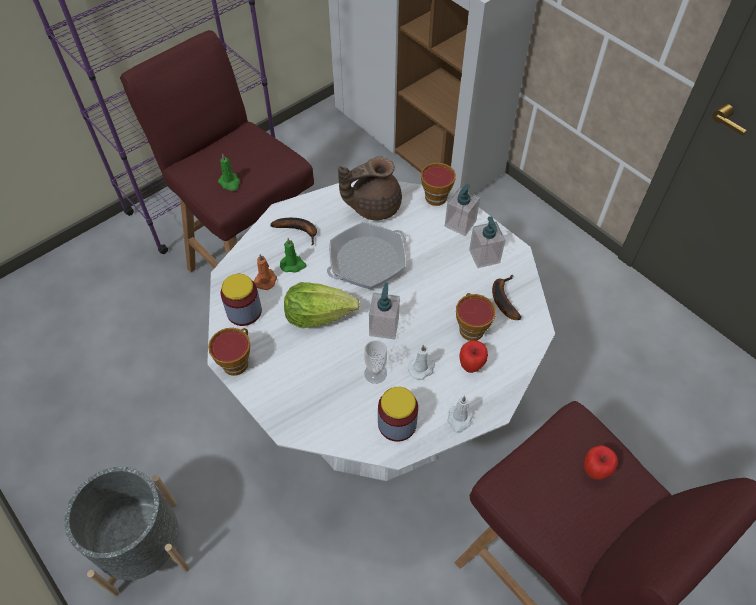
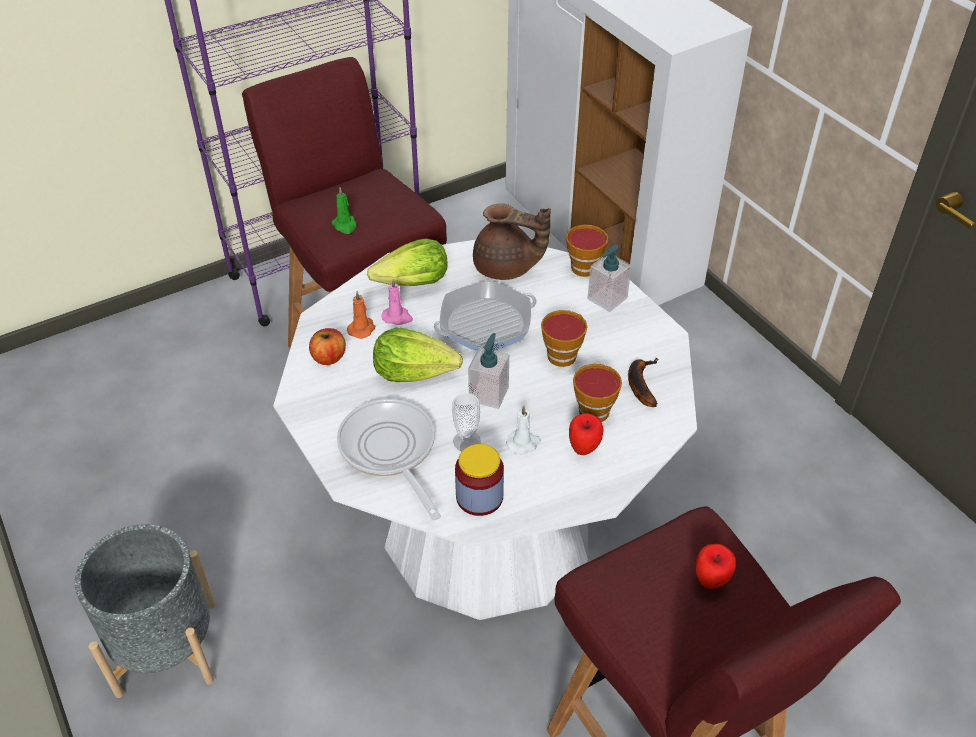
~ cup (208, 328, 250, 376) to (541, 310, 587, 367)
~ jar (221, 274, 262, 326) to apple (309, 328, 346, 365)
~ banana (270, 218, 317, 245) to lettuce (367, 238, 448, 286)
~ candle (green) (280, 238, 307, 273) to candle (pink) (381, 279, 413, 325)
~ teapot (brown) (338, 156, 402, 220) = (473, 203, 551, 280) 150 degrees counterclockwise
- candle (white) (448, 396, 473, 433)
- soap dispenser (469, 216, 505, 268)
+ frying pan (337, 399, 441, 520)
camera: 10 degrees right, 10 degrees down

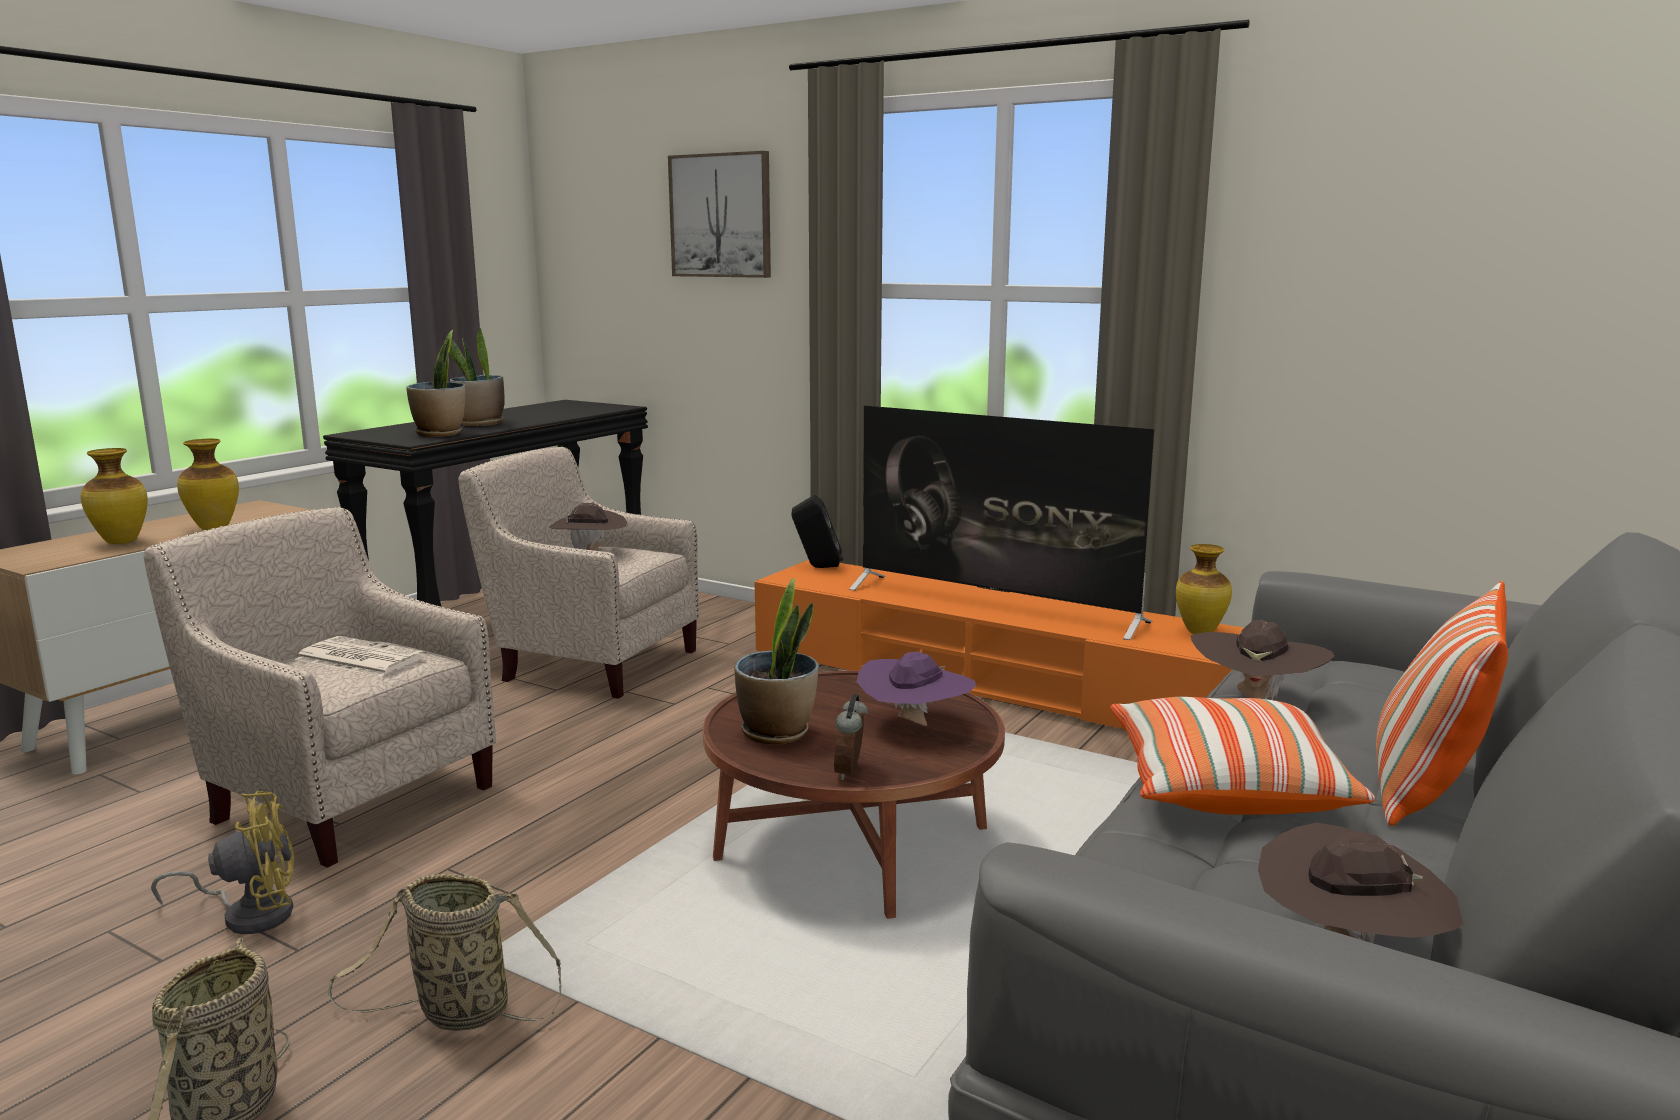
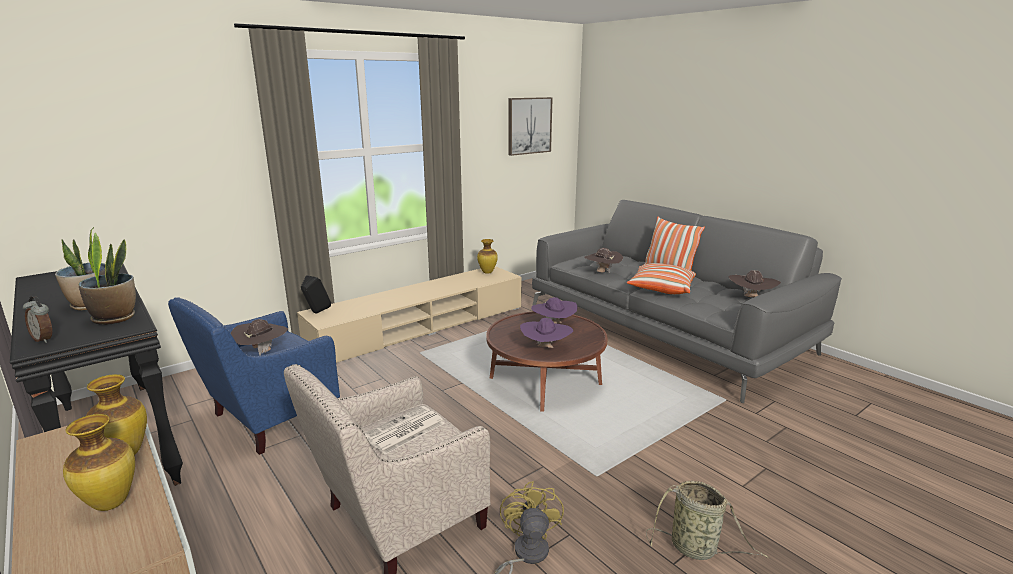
- basket (328, 874, 561, 1031)
~ armchair (beige) (459, 446, 699, 699) to armchair (blue) (168, 297, 340, 455)
~ picture (668, 151, 771, 278) to (508, 97, 553, 156)
~ potted plant (734, 578, 818, 745) to hat (purple) (520, 318, 573, 348)
~ tv stand (orange) (755, 560, 1244, 730) to tv stand (beige) (297, 266, 522, 363)
~ alarm clock (834, 694, 868, 780) to (23, 296, 52, 343)
- television (849, 405, 1154, 640)
camera: 70 degrees left, 5 degrees up

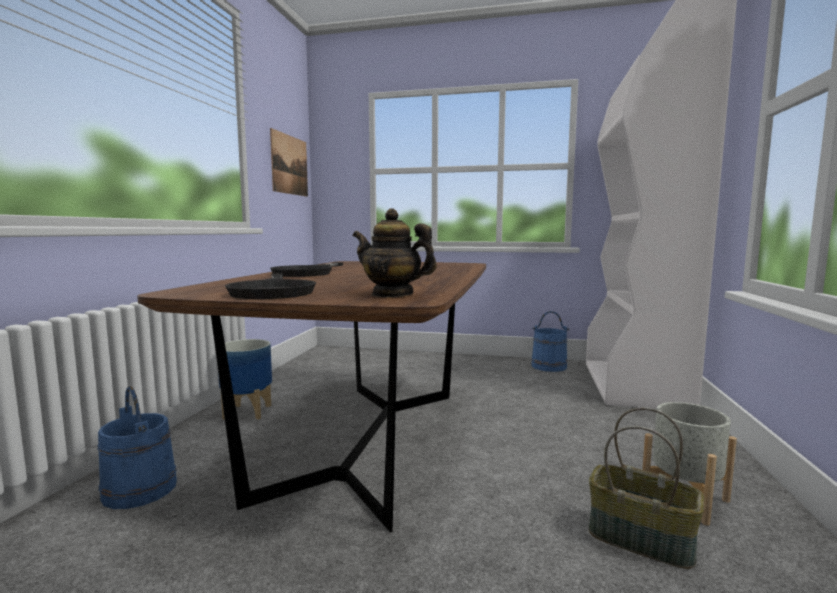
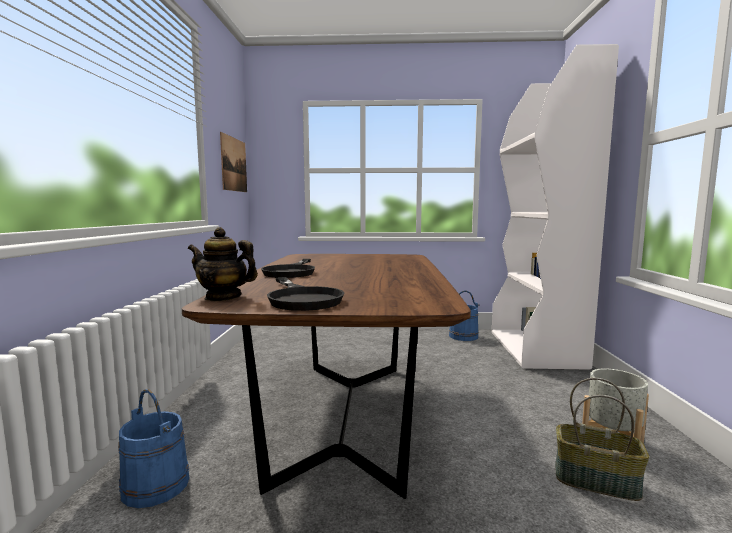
- planter (218, 339, 272, 420)
~ teapot (353, 209, 437, 298) to (188, 227, 258, 301)
camera: 10 degrees left, 0 degrees up

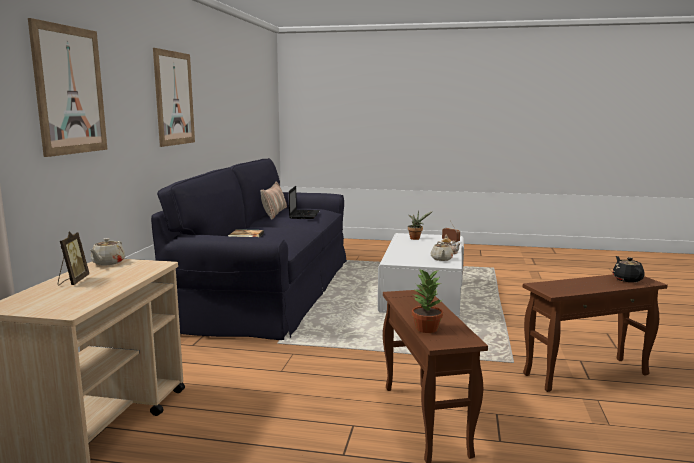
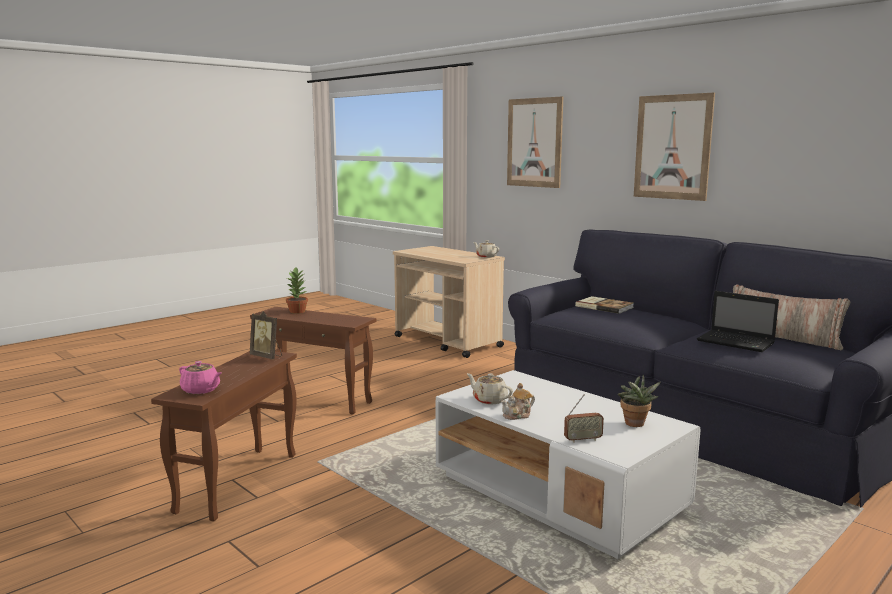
~ picture frame (58, 232, 89, 286) to (250, 311, 282, 359)
~ teapot (black) (612, 256, 645, 282) to teapot (pink) (179, 361, 221, 394)
camera: 125 degrees right, 0 degrees up

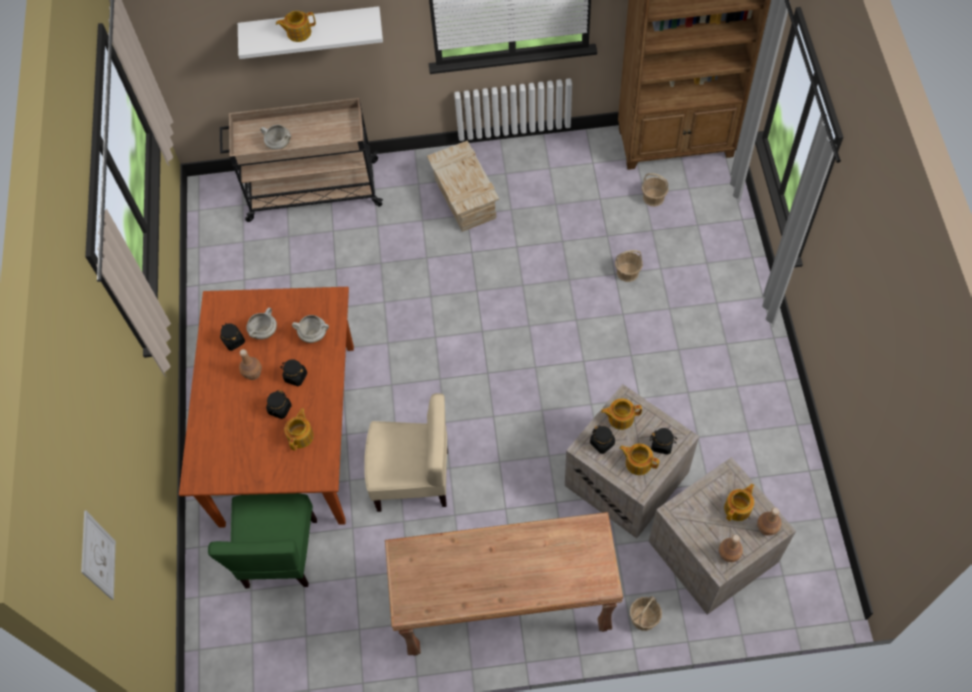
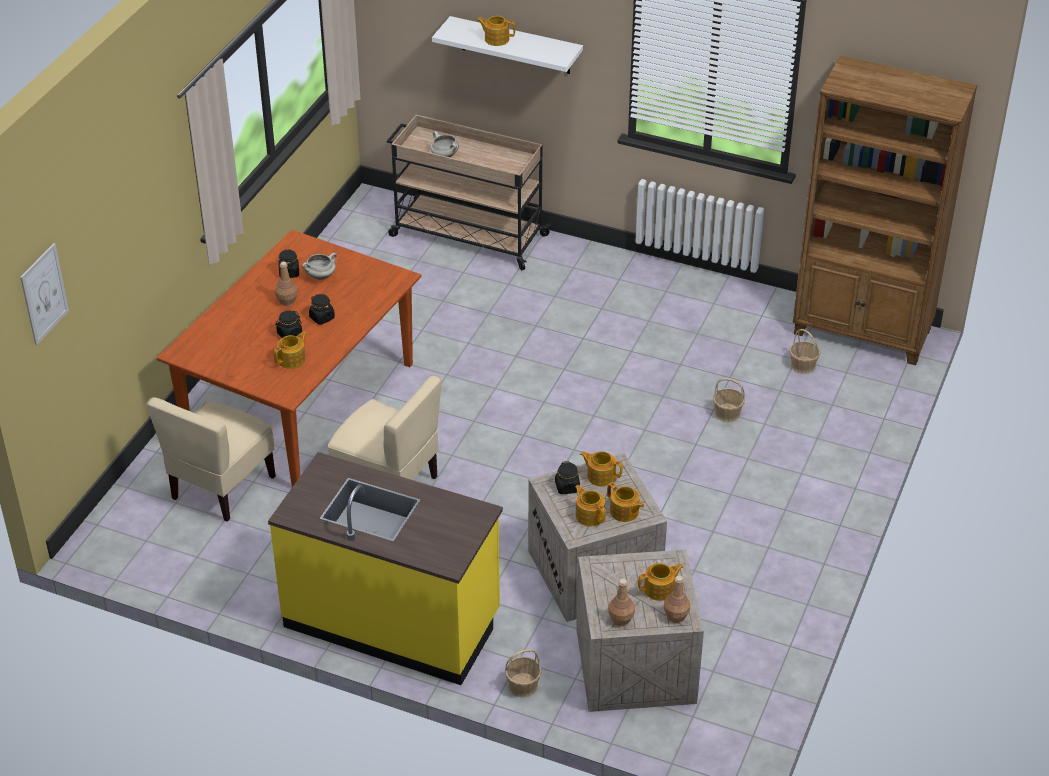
~ chair (green) (208, 493, 317, 588) to chair (beige) (146, 397, 276, 522)
- cooking pot (white) (292, 315, 329, 343)
~ console table (brown) (385, 512, 623, 656) to counter (yellow) (268, 452, 503, 685)
- crate (427, 141, 499, 232)
~ jar (black) (650, 428, 677, 455) to teapot (607, 482, 644, 522)
camera: 25 degrees right, 20 degrees down

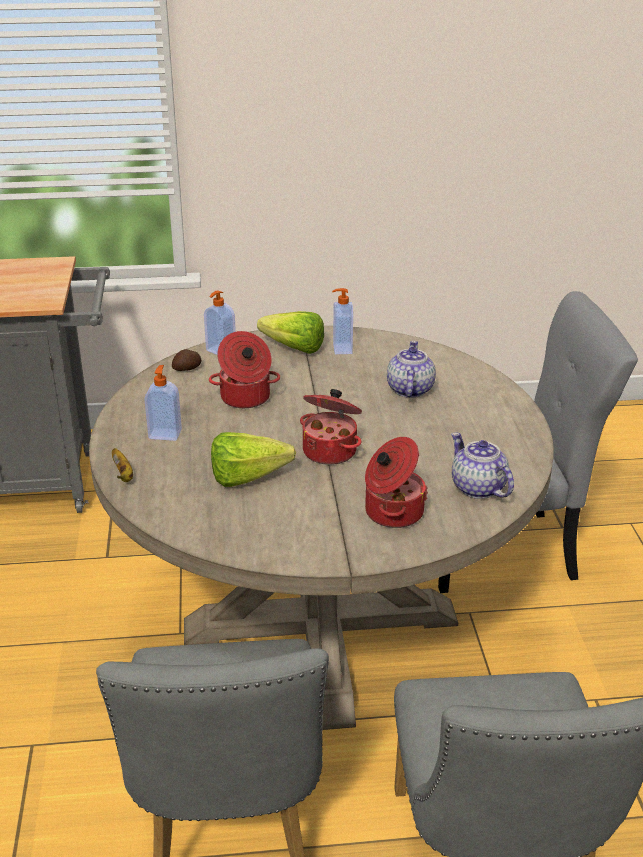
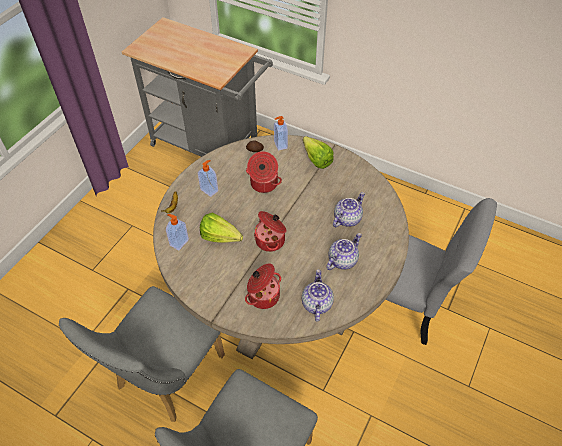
~ soap dispenser (332, 288, 353, 354) to (166, 214, 189, 250)
+ teapot (326, 233, 362, 270)
camera: 35 degrees right, 20 degrees up

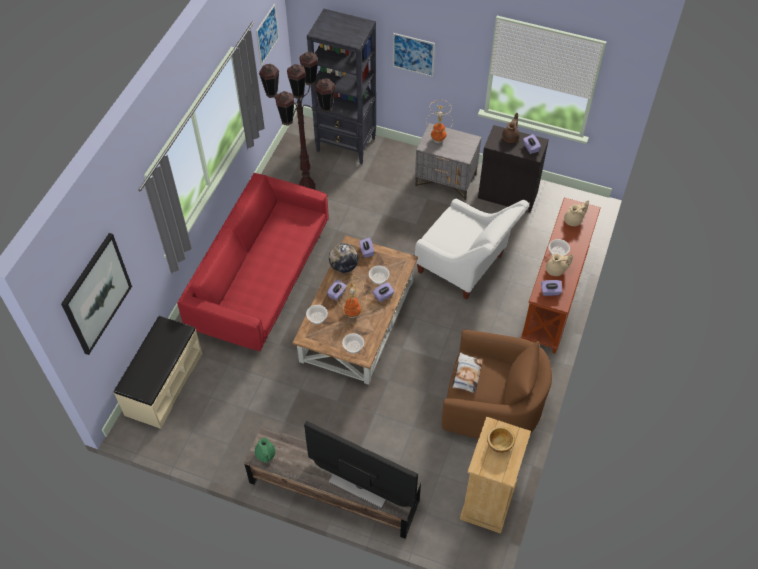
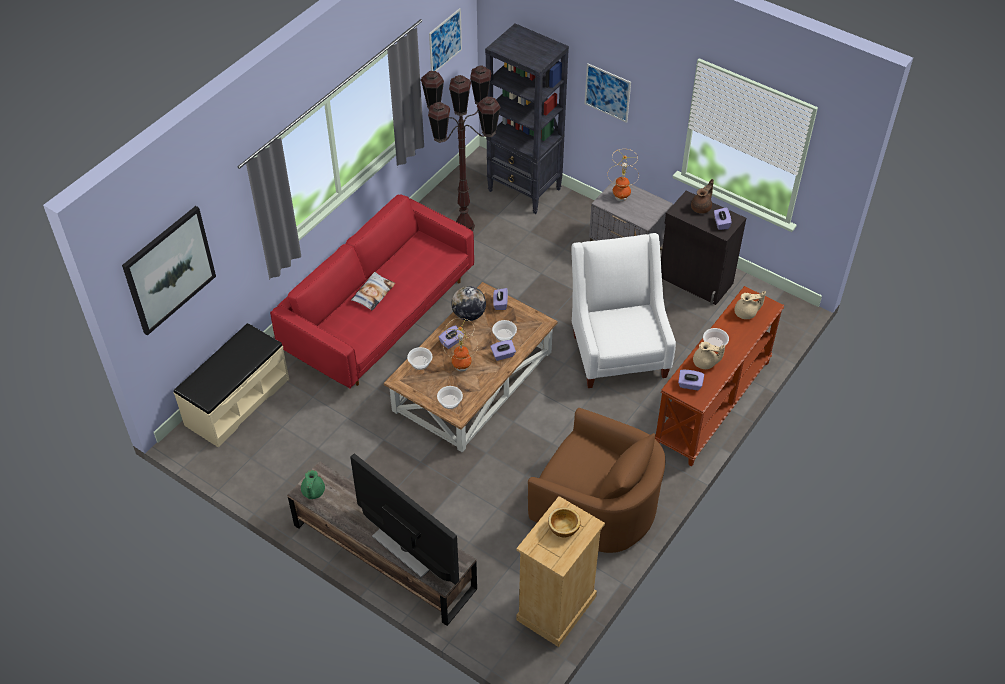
~ armchair (white) (415, 199, 529, 300) = (571, 233, 676, 388) 150 degrees counterclockwise
~ pillow (452, 352, 483, 393) to (351, 272, 395, 311)
camera: 15 degrees right, 5 degrees down

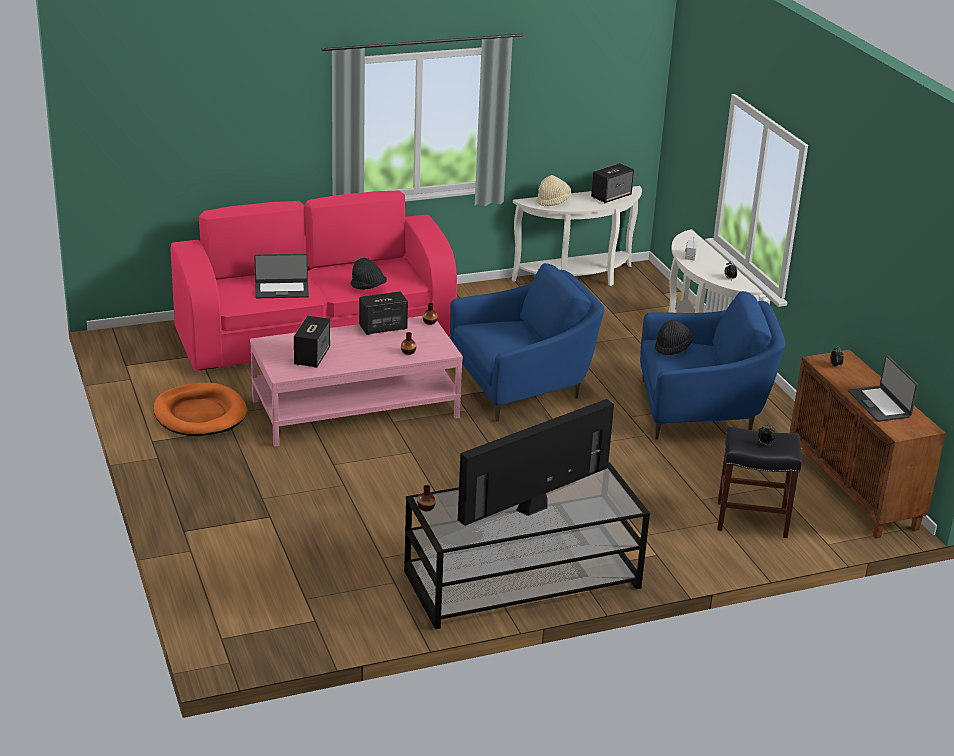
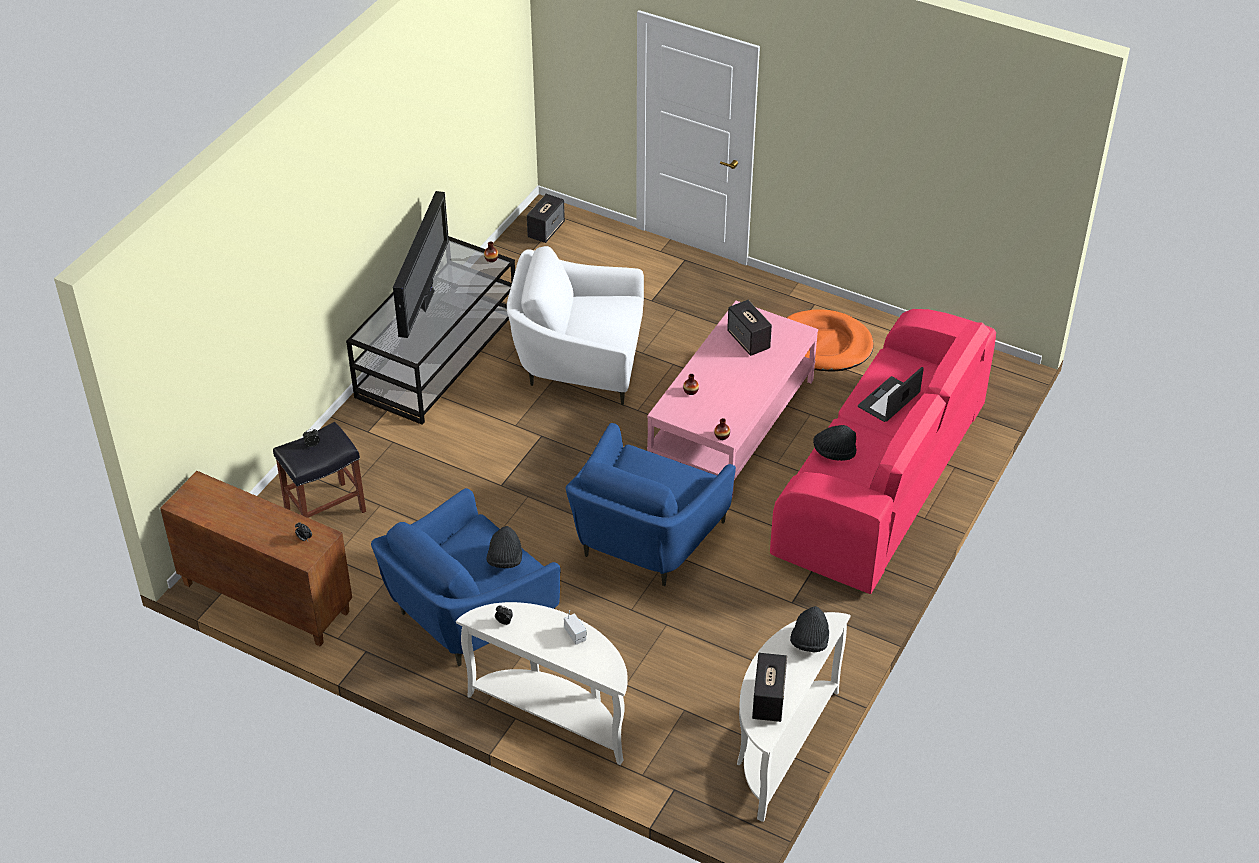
~ speaker (359, 291, 408, 335) to (527, 194, 565, 243)
~ hat (beige) (536, 175, 571, 206) to hat (black) (790, 606, 829, 652)
- laptop (848, 355, 918, 422)
+ armchair (white) (507, 246, 644, 405)
camera: 140 degrees right, 15 degrees up

